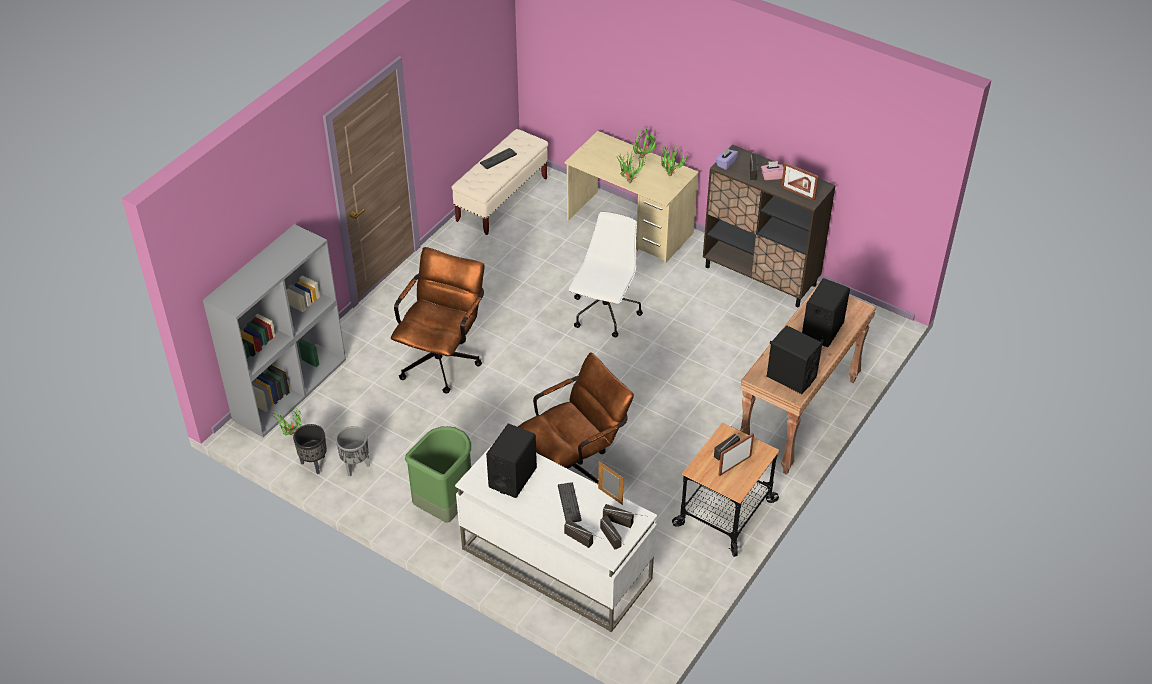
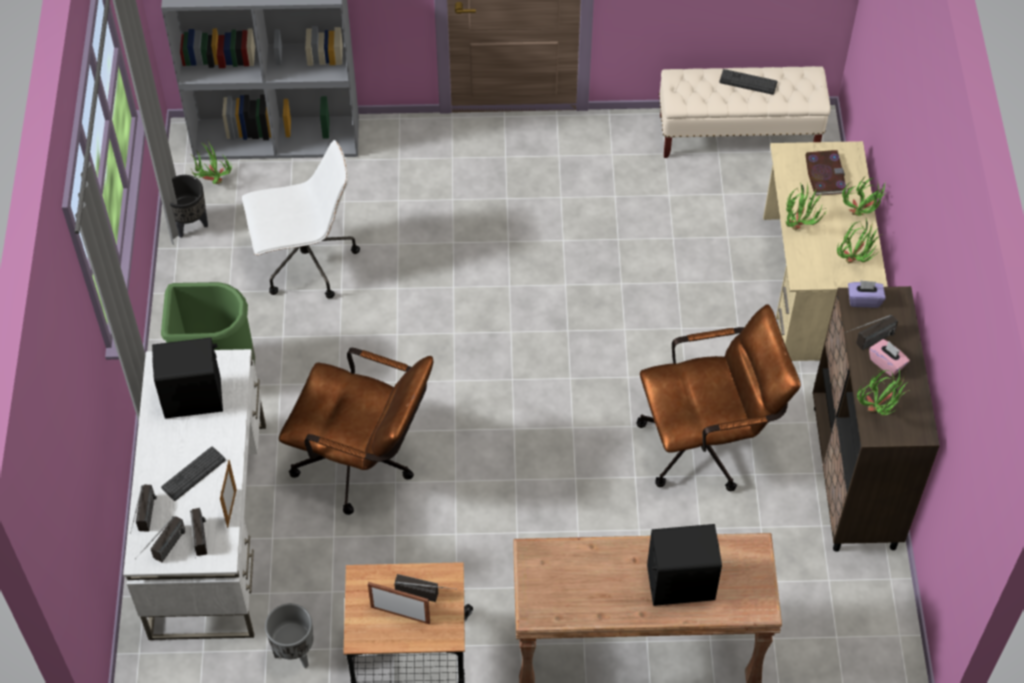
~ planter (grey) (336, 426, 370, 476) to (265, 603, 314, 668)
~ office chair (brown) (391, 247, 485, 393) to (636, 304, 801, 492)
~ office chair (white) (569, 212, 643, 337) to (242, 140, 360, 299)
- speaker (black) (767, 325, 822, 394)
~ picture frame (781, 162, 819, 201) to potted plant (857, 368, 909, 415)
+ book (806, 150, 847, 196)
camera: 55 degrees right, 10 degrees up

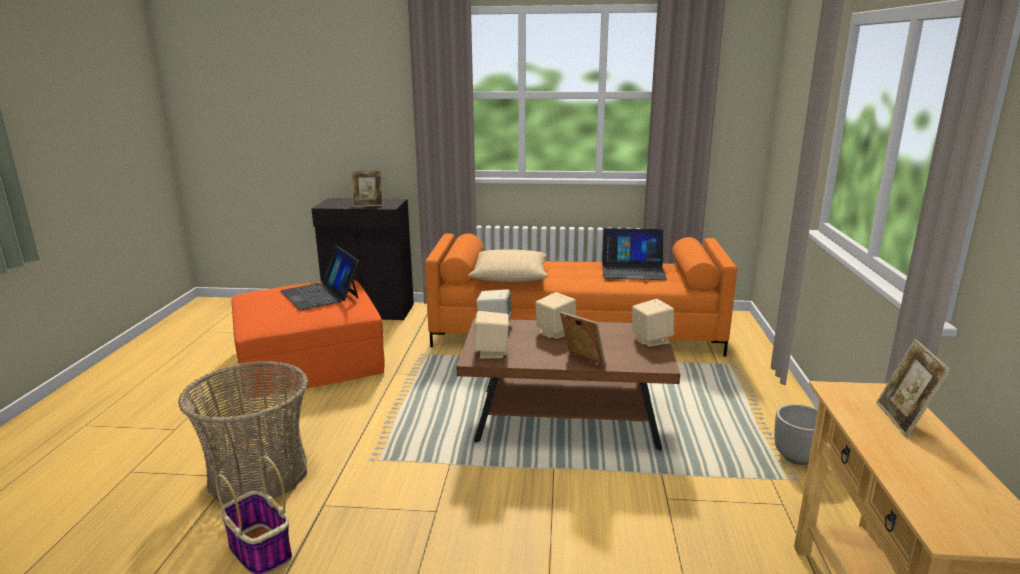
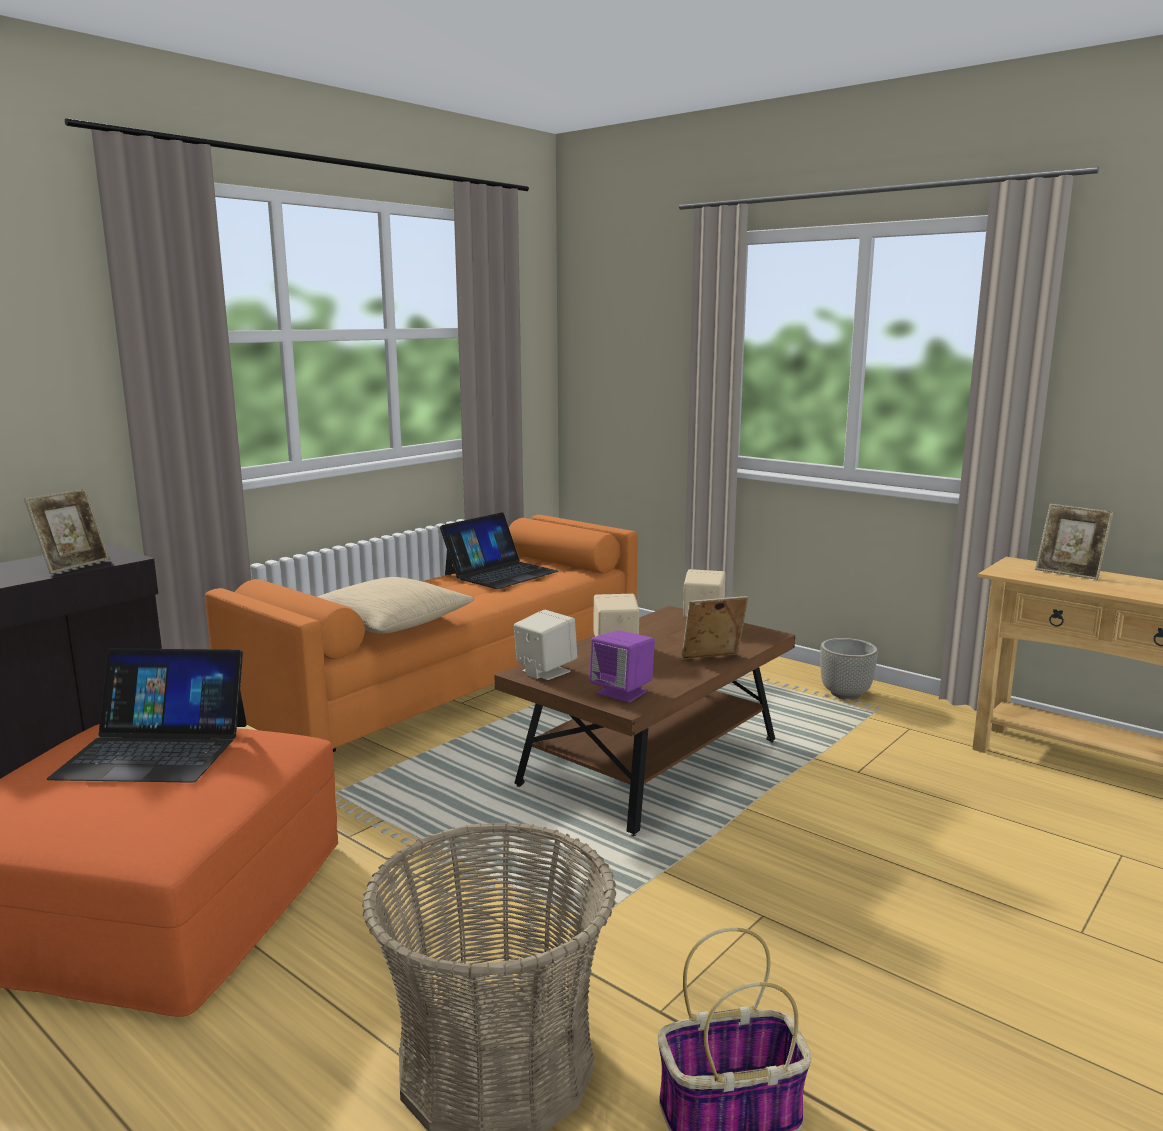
~ speaker (beige) (473, 311, 509, 359) to speaker (purple) (589, 630, 655, 703)
camera: 55 degrees left, 5 degrees down

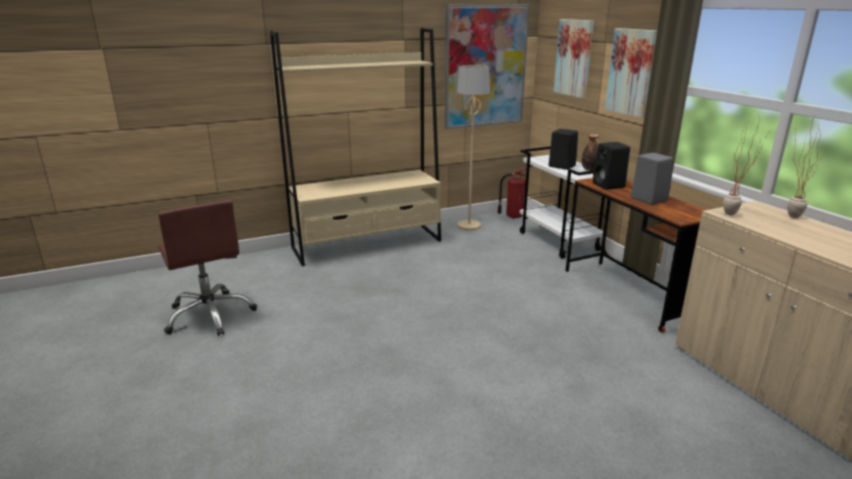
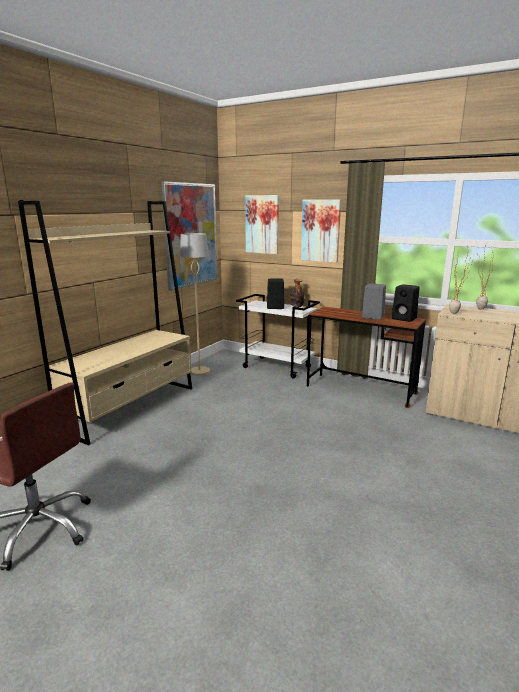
- fire extinguisher (498, 169, 527, 219)
~ speaker (black) (593, 142, 630, 190) to (392, 284, 420, 322)
camera: 35 degrees left, 5 degrees down

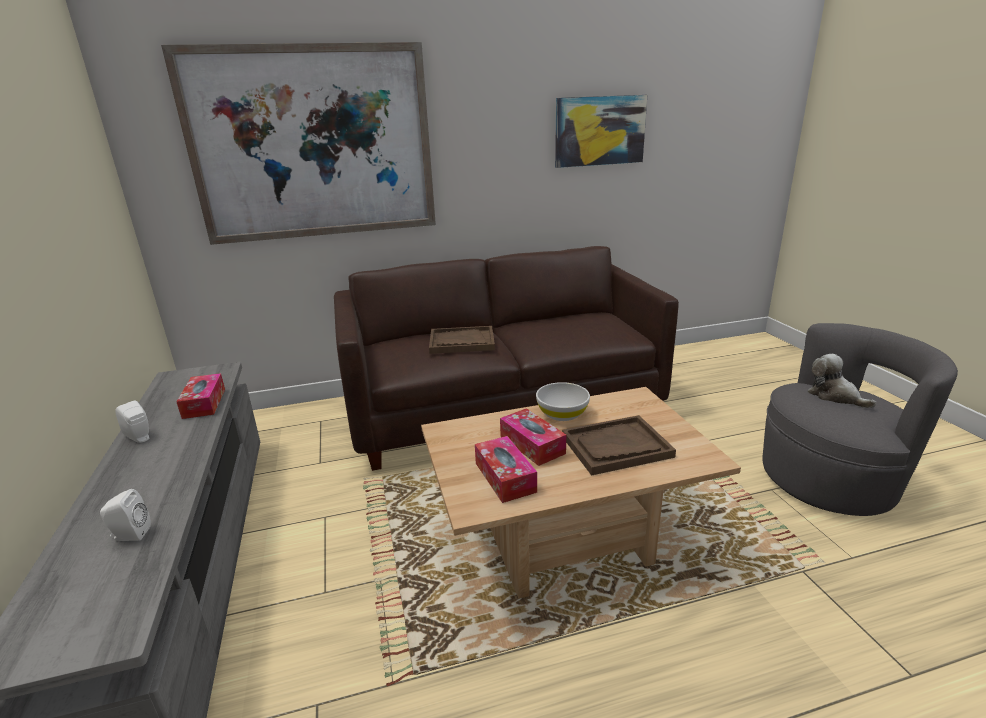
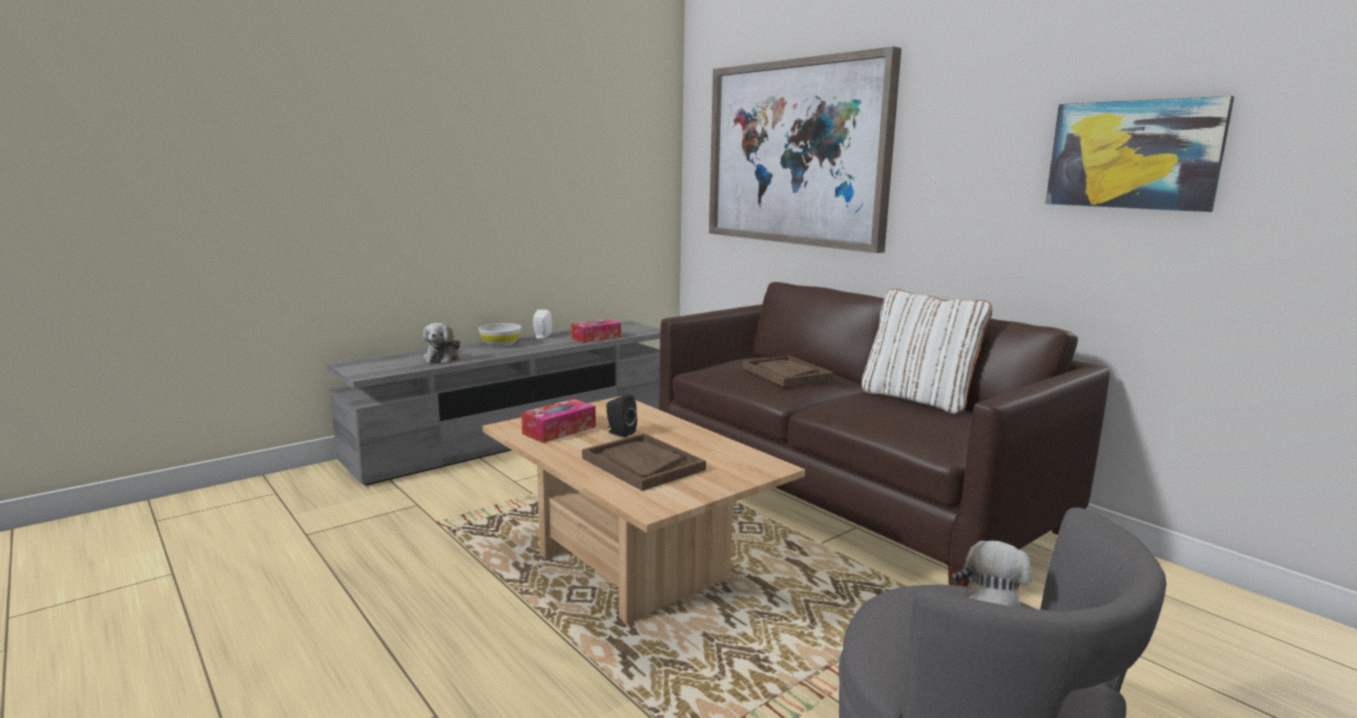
~ speaker (white) (100, 489, 151, 541) to plush toy (423, 323, 460, 363)
~ tissue box (500, 408, 566, 466) to speaker (black) (606, 394, 637, 437)
~ bowl (white) (536, 382, 590, 421) to (479, 323, 522, 347)
+ pillow (white) (862, 289, 992, 414)
camera: 65 degrees right, 10 degrees down

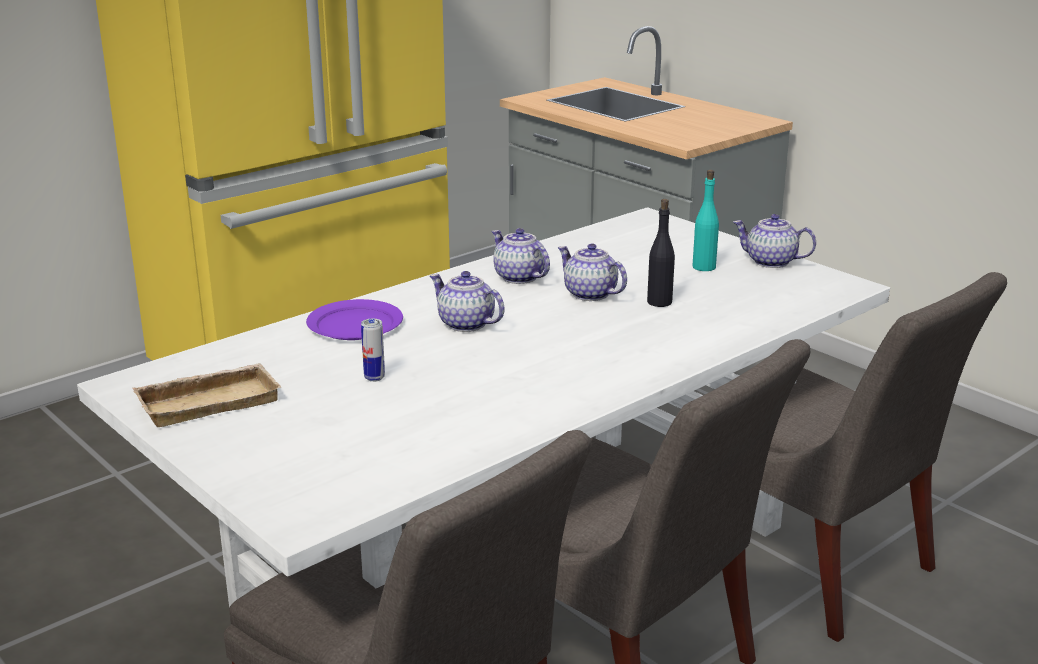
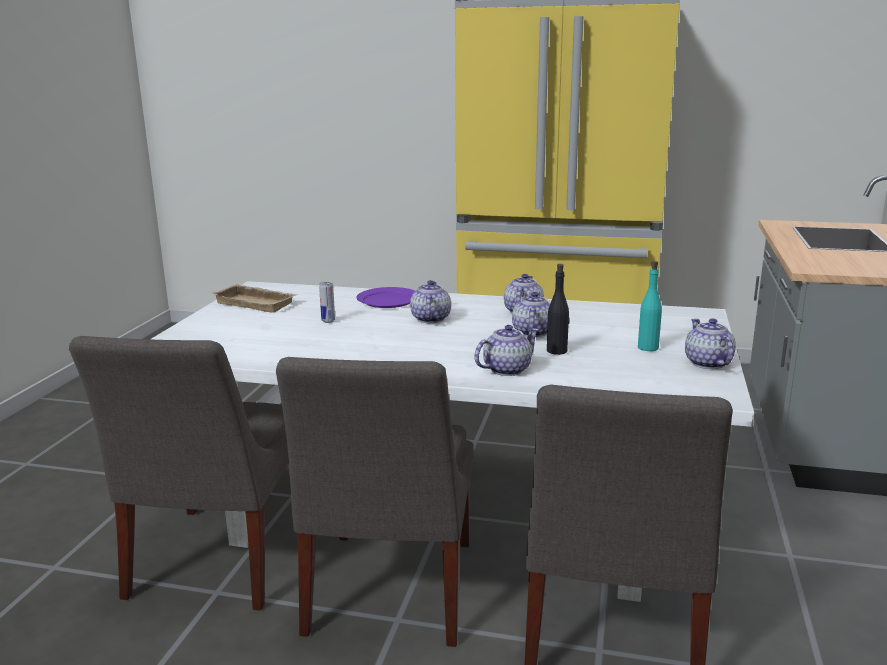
+ teapot (474, 325, 539, 376)
camera: 55 degrees right, 5 degrees down

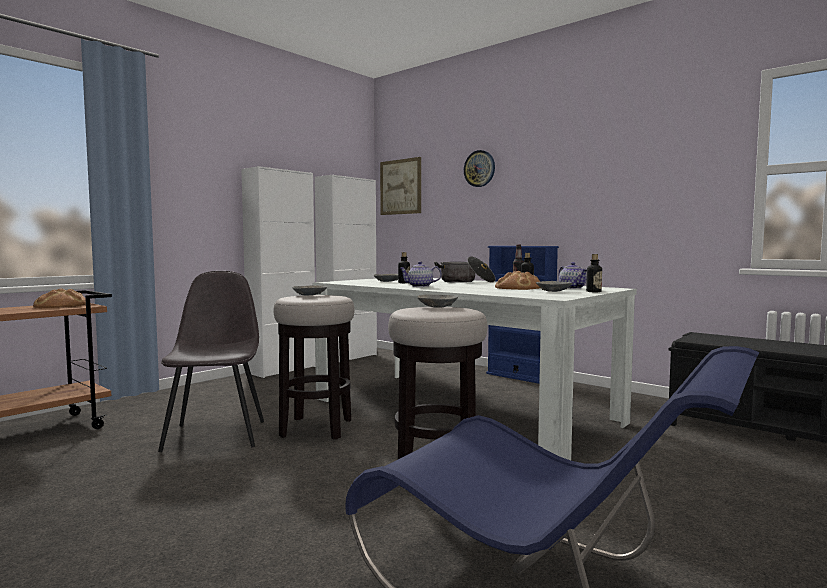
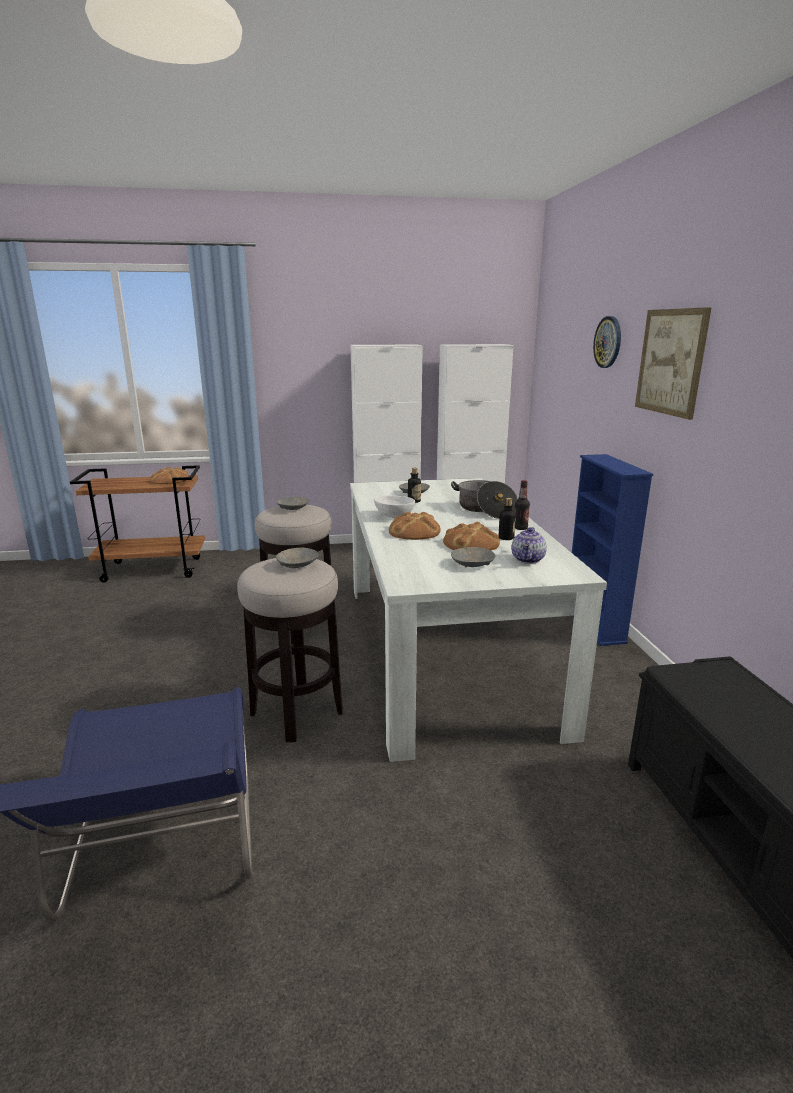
- chair (grey) (158, 271, 264, 452)
~ picture (380, 157, 421, 215) to (635, 307, 712, 420)
~ teapot (399, 261, 441, 287) to bowl (white) (374, 495, 415, 518)
- bottle (586, 254, 602, 292)
+ bread (389, 512, 441, 540)
camera: 40 degrees right, 15 degrees up

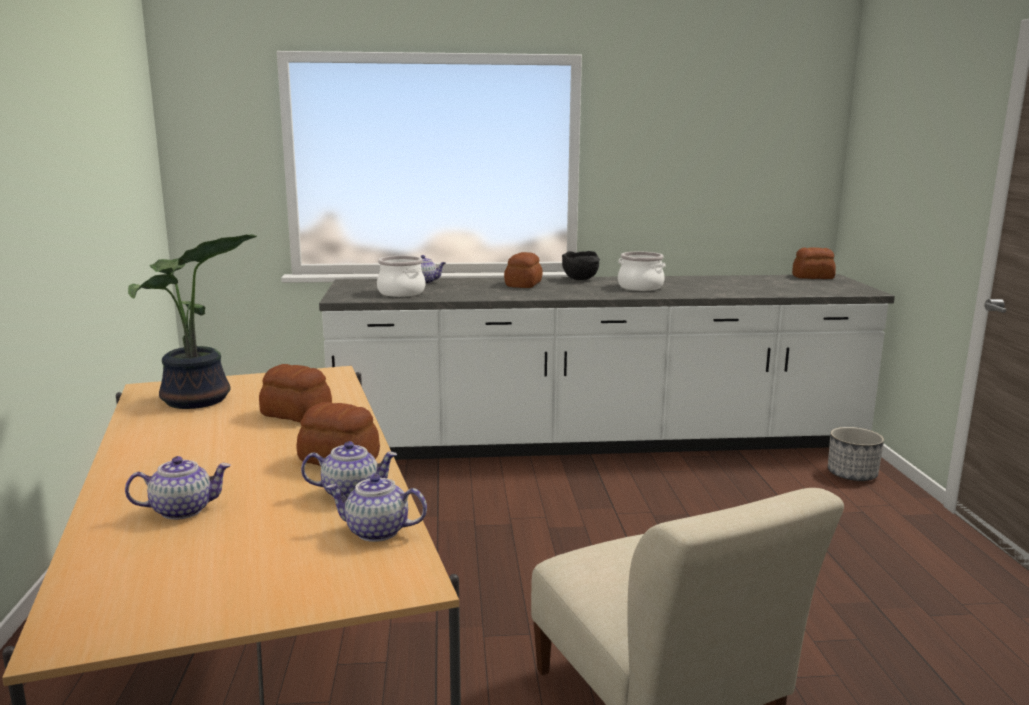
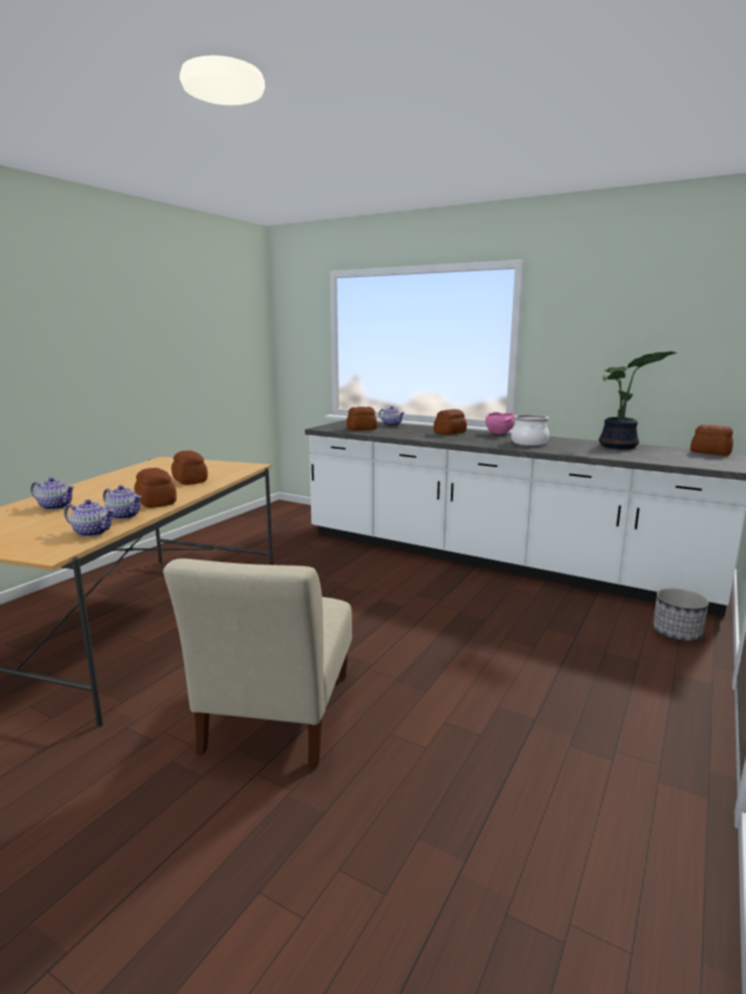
~ potted plant (128, 234, 257, 409) to (599, 351, 677, 449)
~ teapot (326, 474, 427, 542) = (64, 499, 115, 537) 150 degrees clockwise
~ cooking pot (377, 256, 425, 297) to bread (347, 407, 377, 431)
~ bowl (black) (562, 251, 600, 280) to bowl (pink) (485, 412, 515, 434)
camera: 35 degrees right, 0 degrees up

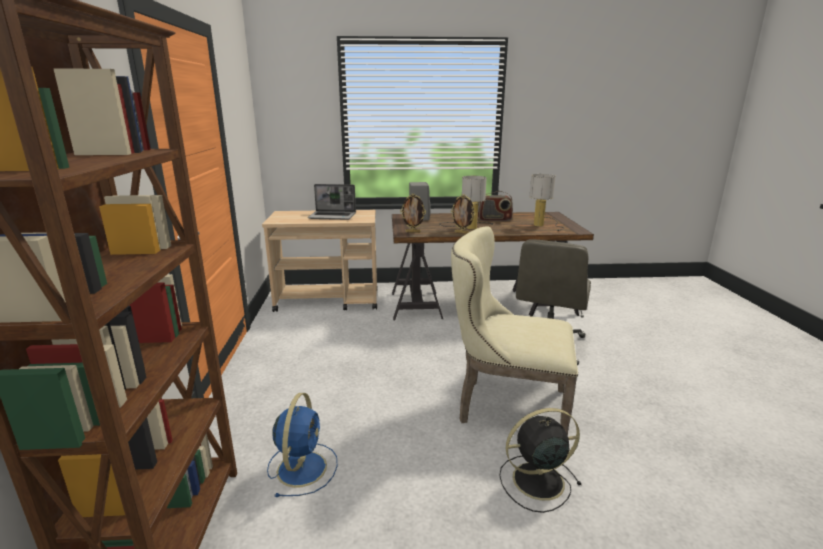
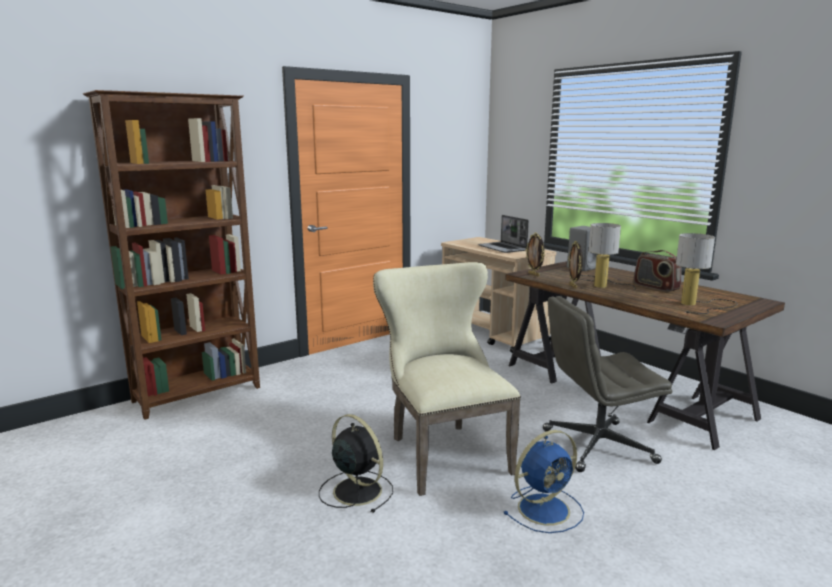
~ fan (blue) (267, 393, 337, 497) to (504, 430, 584, 533)
camera: 55 degrees right, 5 degrees down

